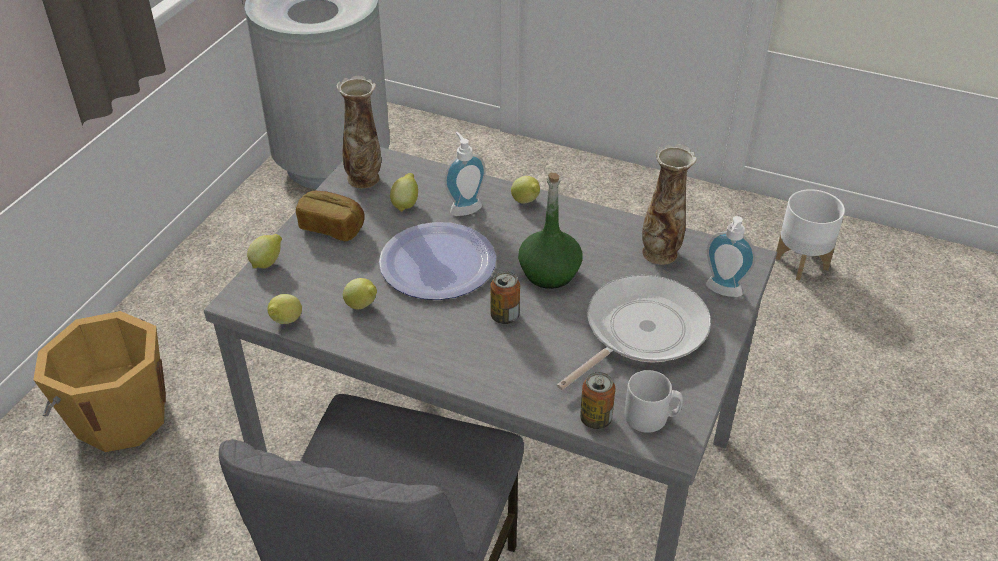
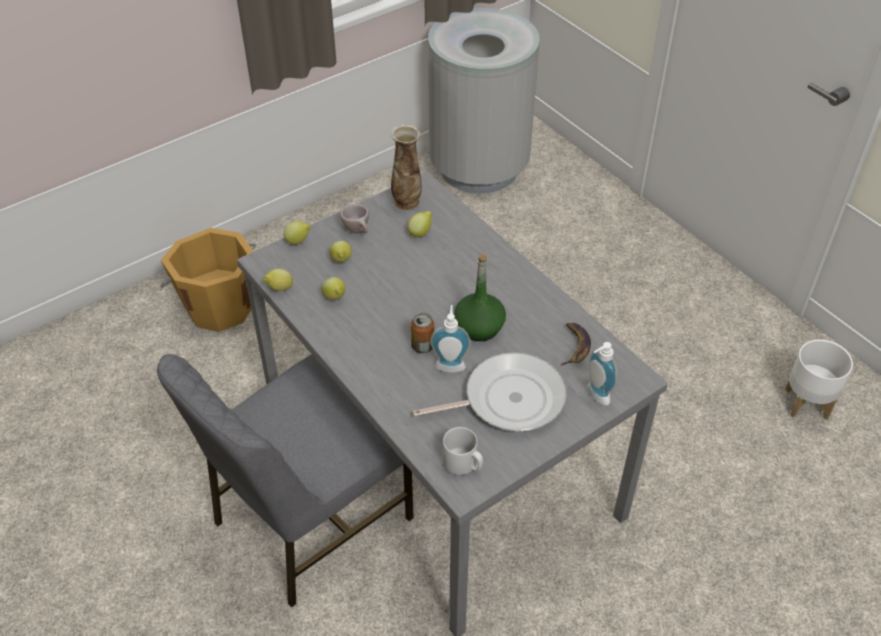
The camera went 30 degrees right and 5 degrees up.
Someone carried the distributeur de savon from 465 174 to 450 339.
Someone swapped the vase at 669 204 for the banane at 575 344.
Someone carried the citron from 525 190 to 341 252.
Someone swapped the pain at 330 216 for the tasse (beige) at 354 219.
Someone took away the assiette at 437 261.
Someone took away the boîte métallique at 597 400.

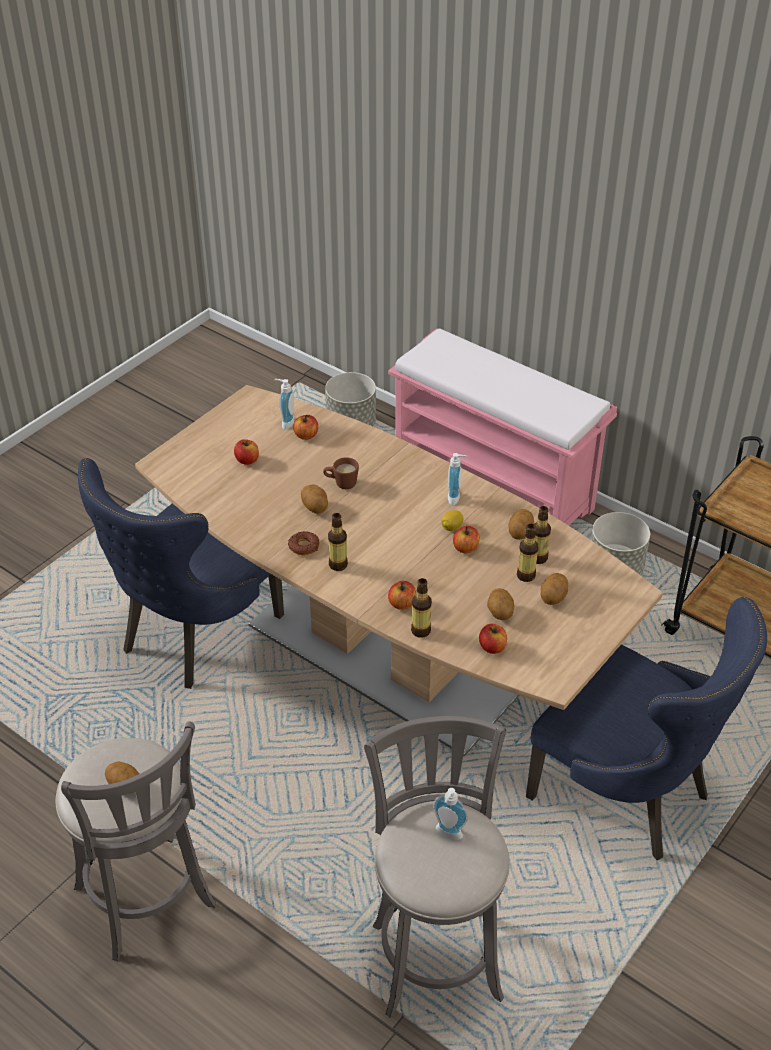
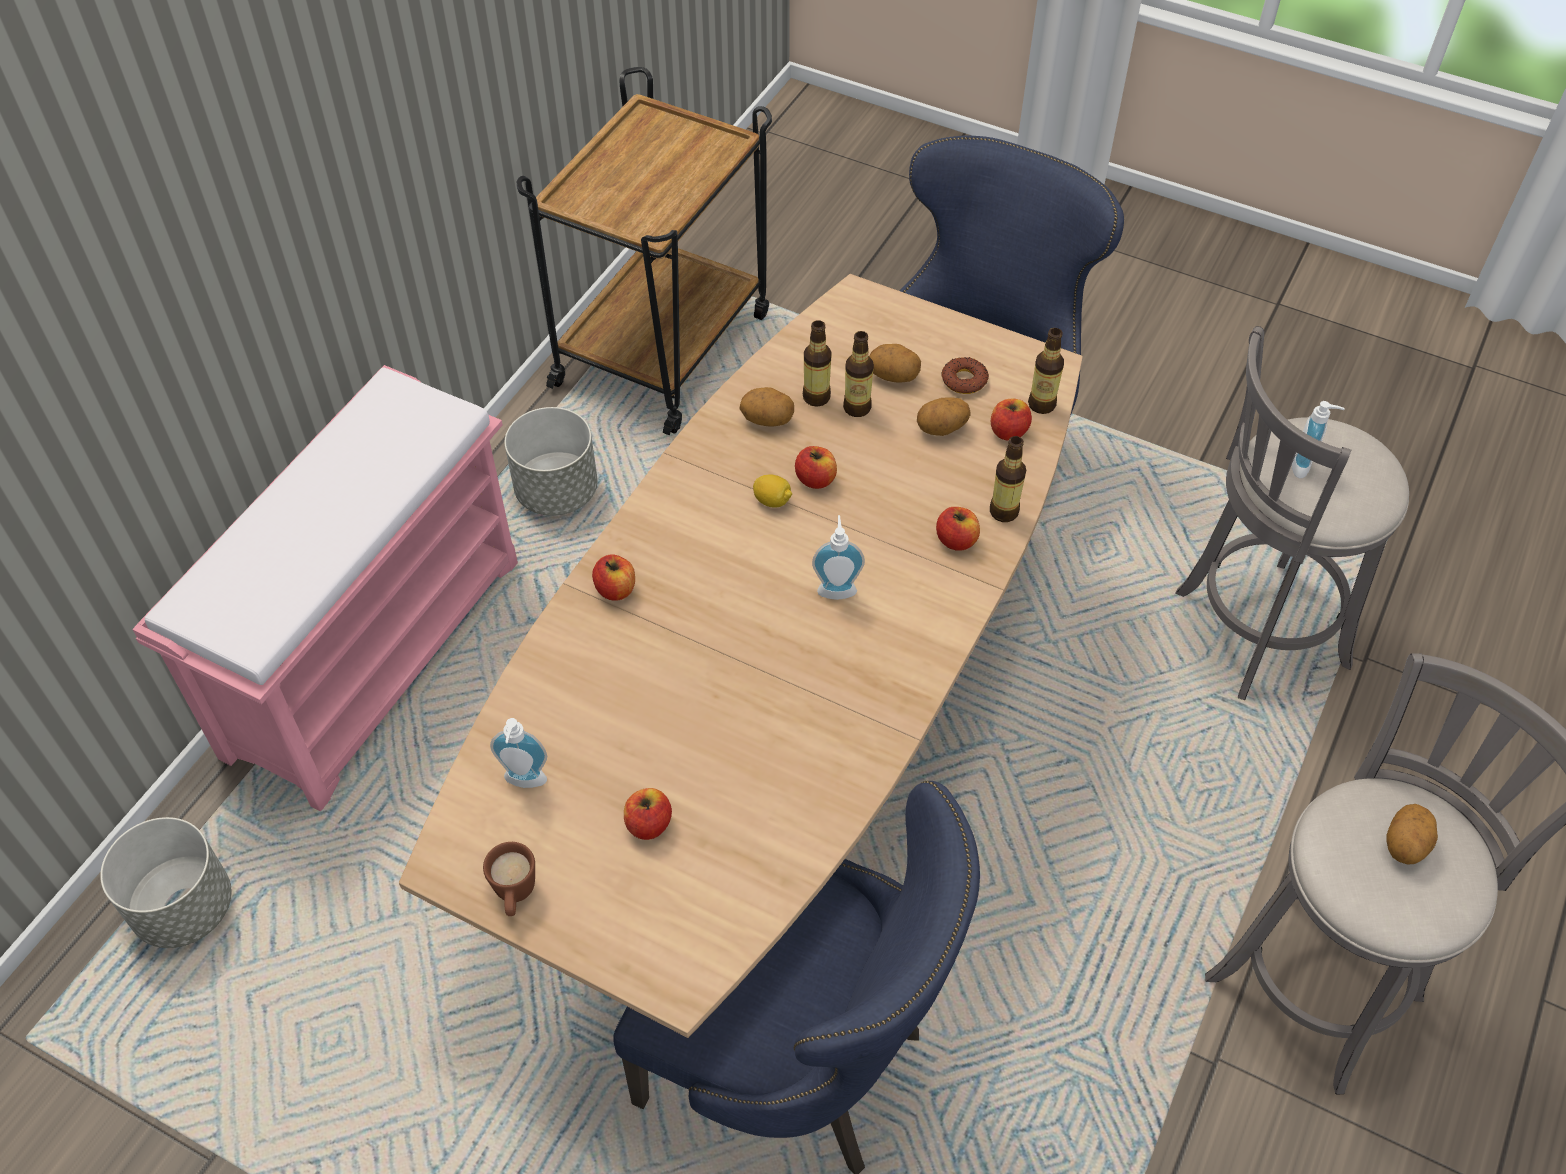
The camera went 100 degrees left and 10 degrees up.
Someone carried the pomme from 305 427 to 613 577.
Someone carried the distributeur de savon from 458 479 to 838 557.
Someone carried the mug (marron) from 341 473 to 509 879.
Someone took away the pomme de terre at 314 499.
Someone carried the bouteille from 338 542 to 1046 371.
Someone carried the beignet from 303 543 to 965 375.

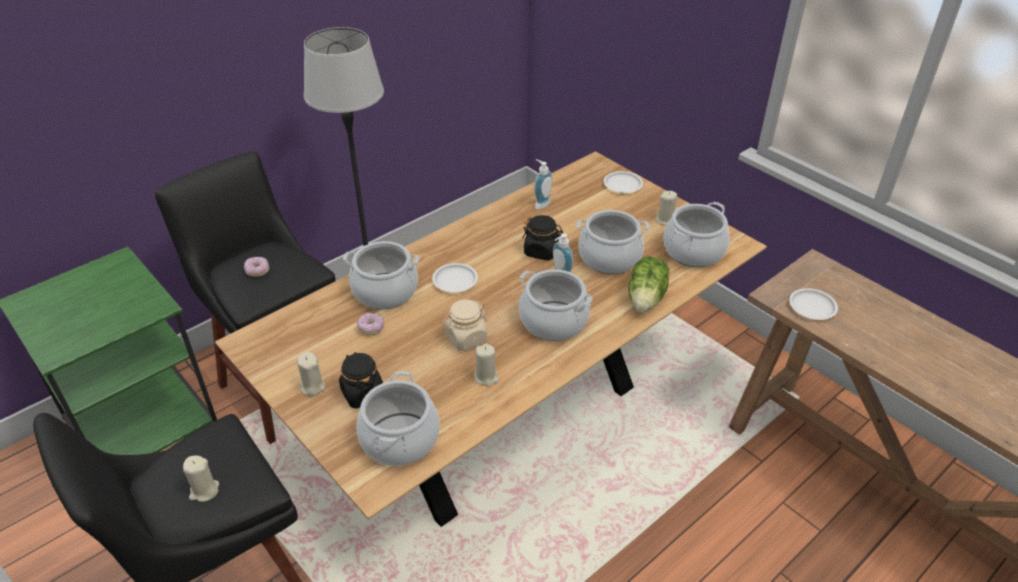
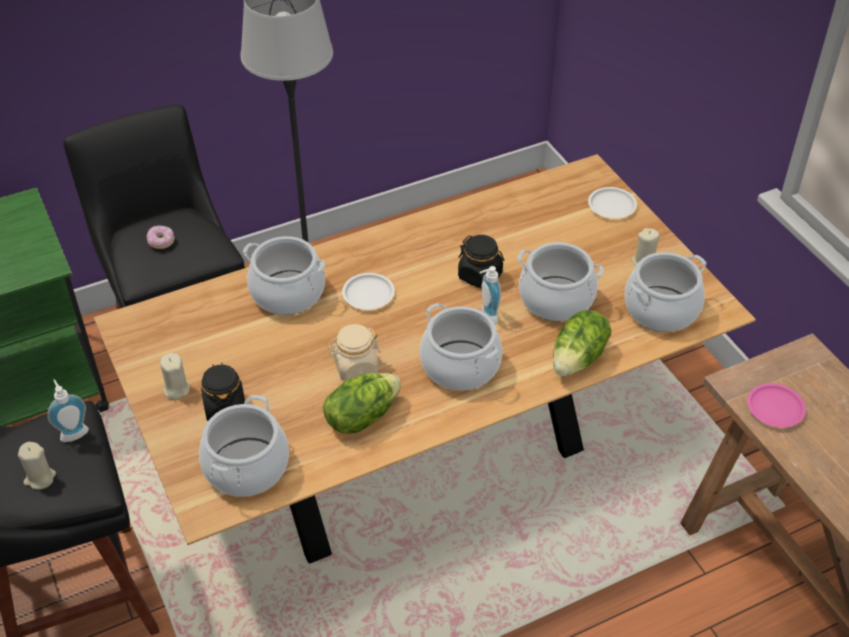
The camera went 15 degrees right and 5 degrees up.
Someone carried the distributeur de savon from 543 184 to 68 410.
Someone repainted the assiette (blanc) at 813 304, which became the assiette (rose) at 776 405.
Someone took away the beignet at 370 324.
Someone swapped the bougie (beige) at 486 365 for the laitue at 362 403.

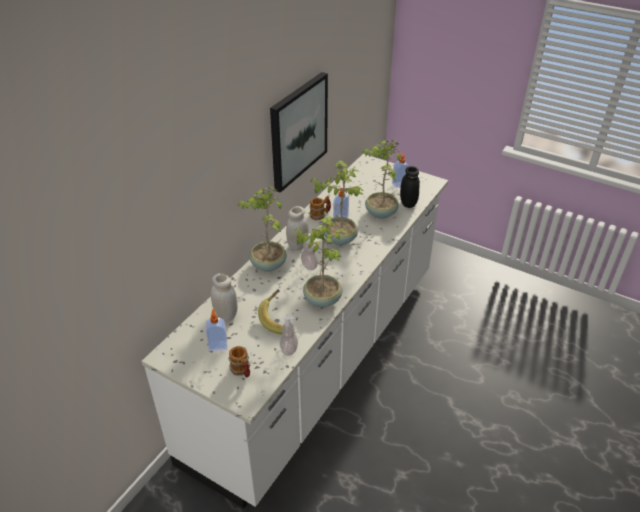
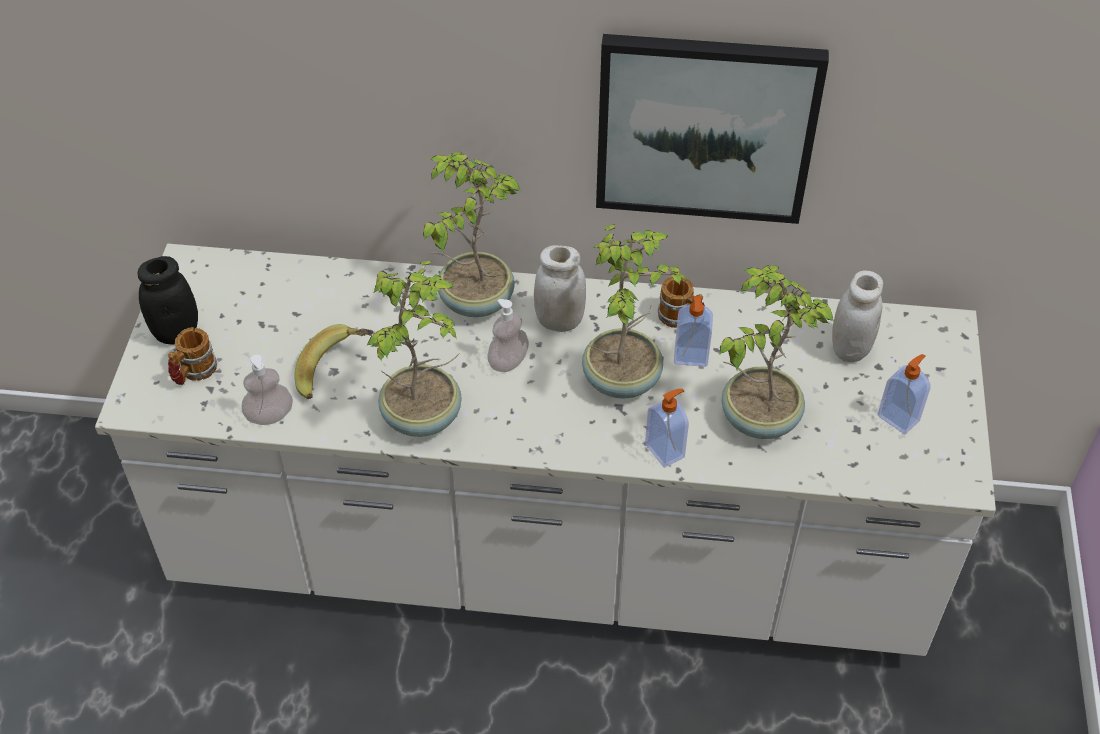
The camera went 65 degrees right and 10 degrees up.
Someone carried the bocal (noir) from 410 187 to 167 300.
Someone carried the bocal (blanc) from 224 297 to 857 316.
Someone carried the distributeur de savon from 216 330 to 667 428.

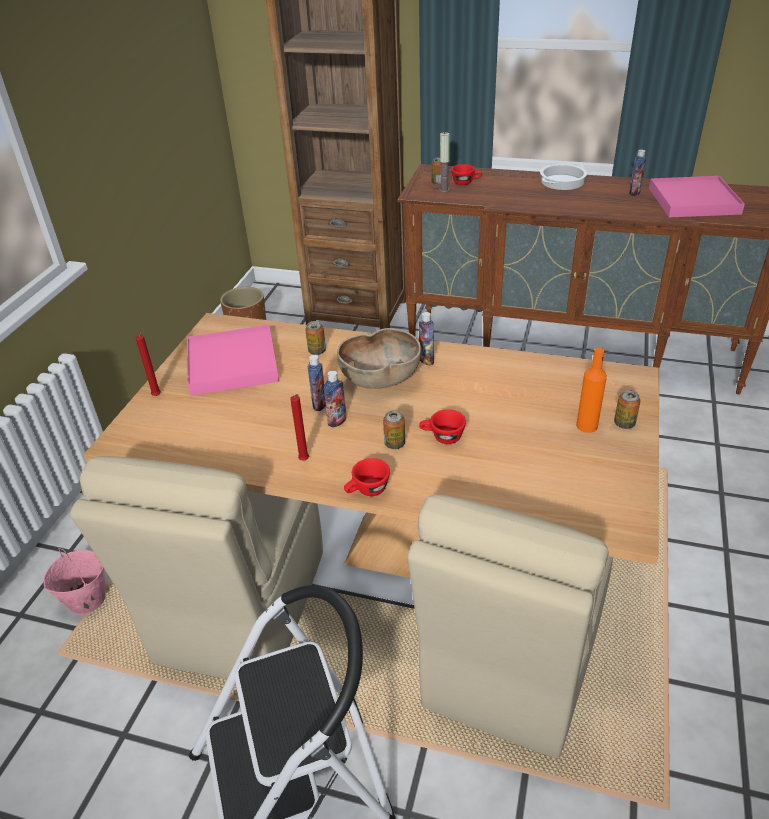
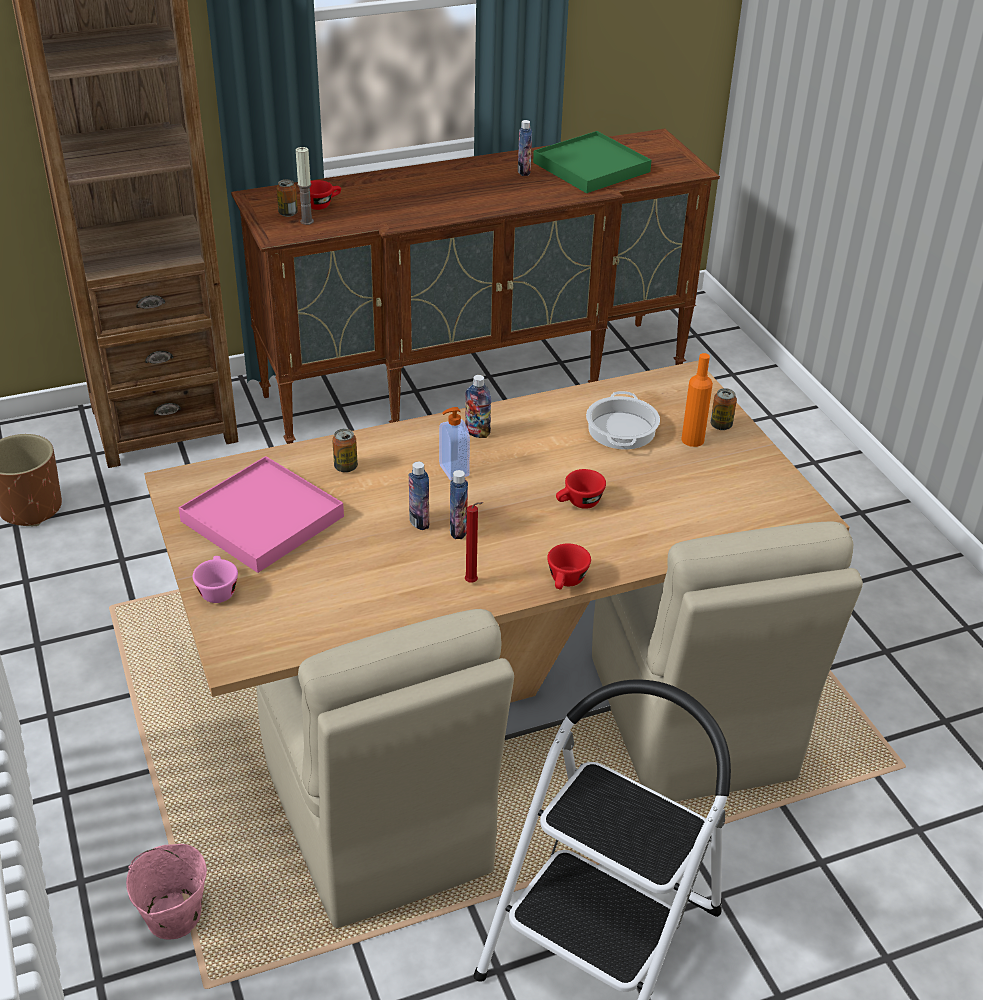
The camera went 40 degrees left and 0 degrees up.
Someone carried the marmite from 563 176 to 623 420.
Someone repainted the plateau (rose) at 697 196, which became the plateau (vert) at 592 162.
Someone swapped the bol (marron) at 379 358 for the distributeur de savon at 454 443.
Someone swapped the bougie (rouge) at 148 363 for the tasse (rose) at 215 579.
Someone took away the boîte métallique at 394 429.

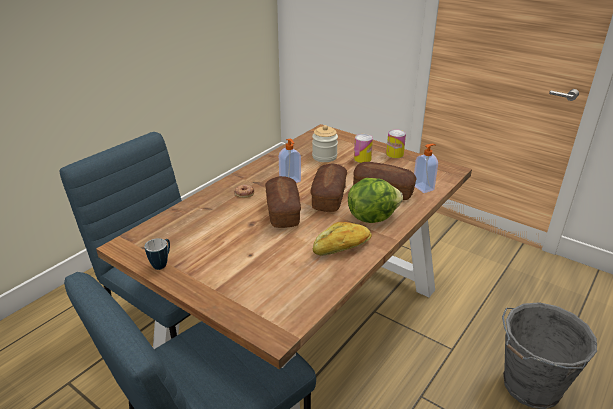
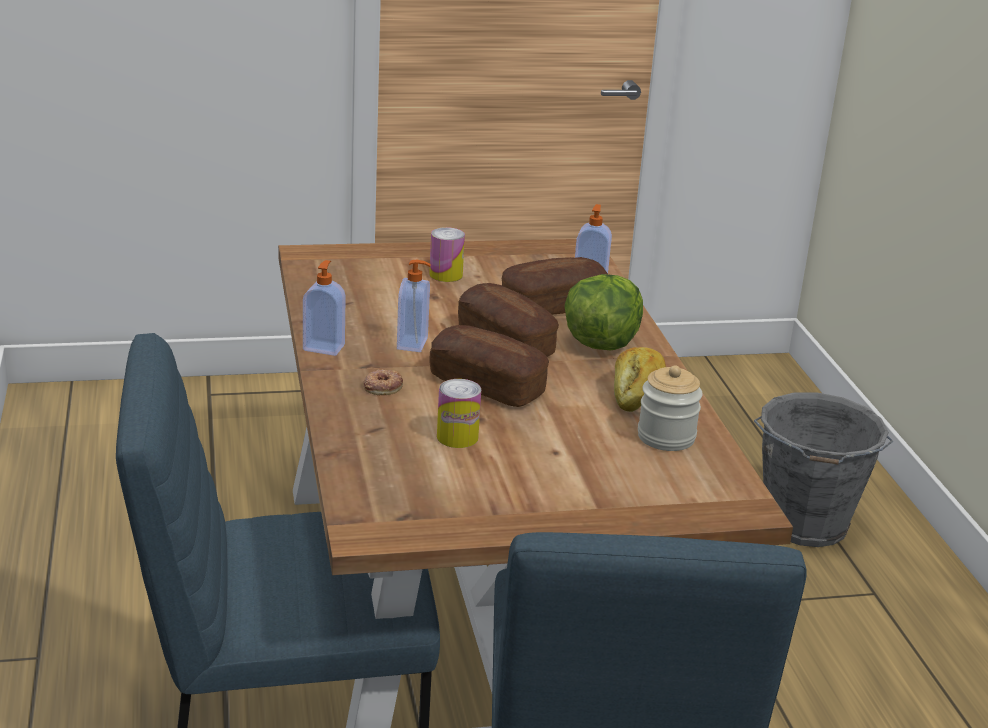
The camera went 50 degrees left and 5 degrees down.
Someone carried the bocal from 325 143 to 670 408.
Someone carried the boîte métallique from 396 143 to 459 413.
Someone took away the mug at 157 254.
Someone put down the distributeur de savon at 324 308.

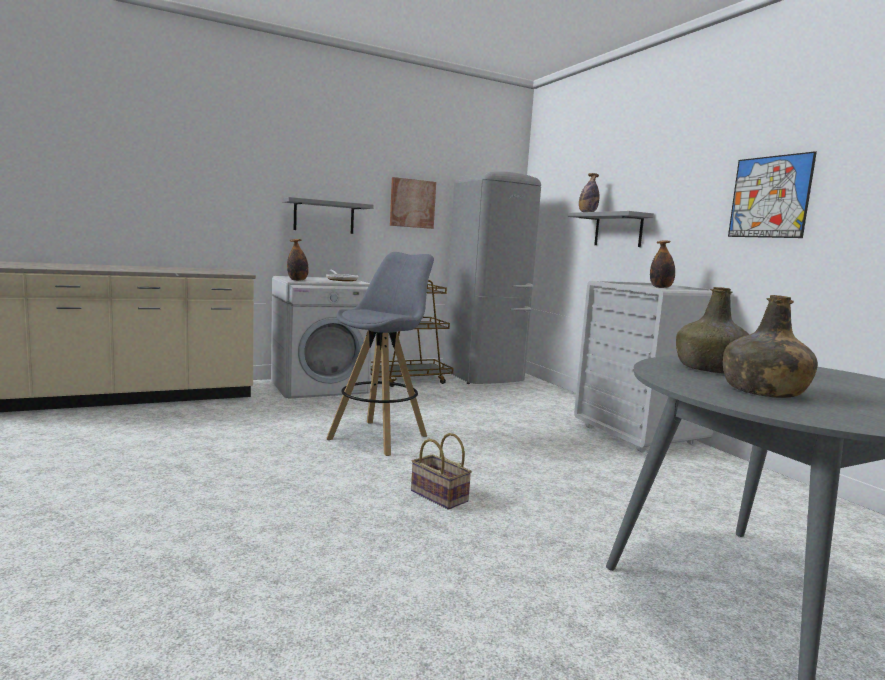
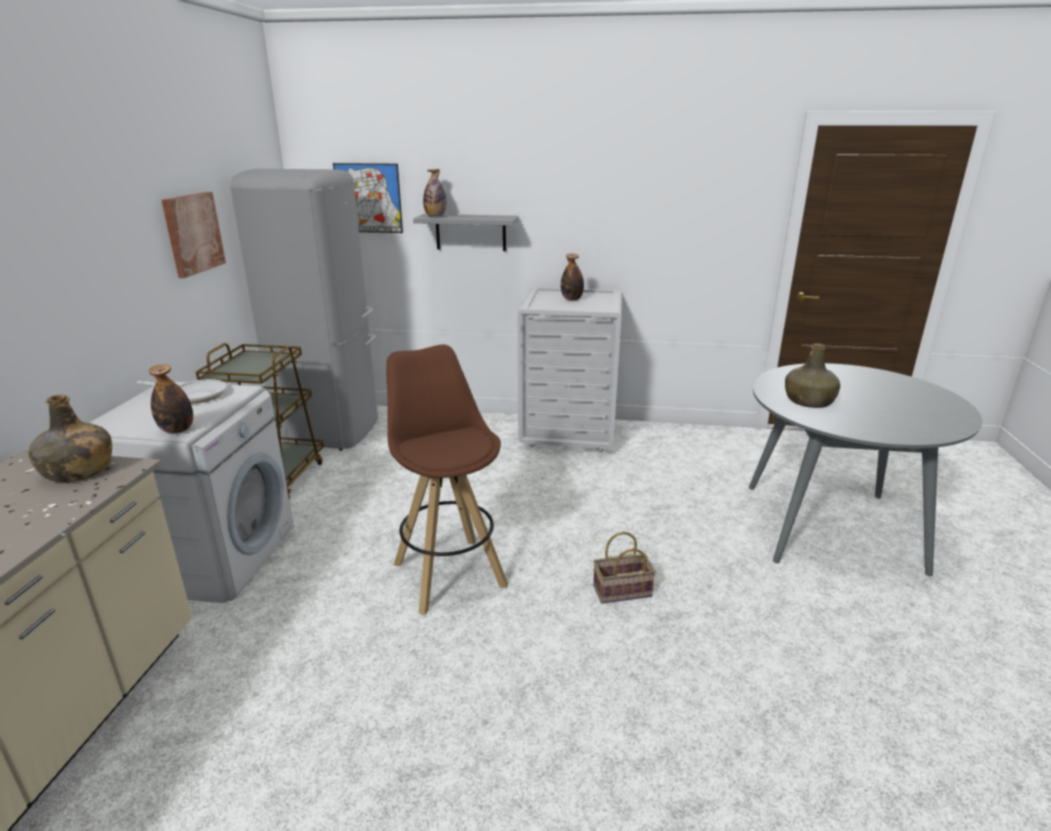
The camera went 55 degrees left and 15 degrees up.
Someone carried the tableau from 772 194 to 368 198.
Someone took away the étagère (gris) at 328 215.
Someone repainted the tabouret (gris) at 380 354, which became the tabouret (marron) at 447 479.
Someone carried the bouteille (vert) from 770 346 to 70 438.

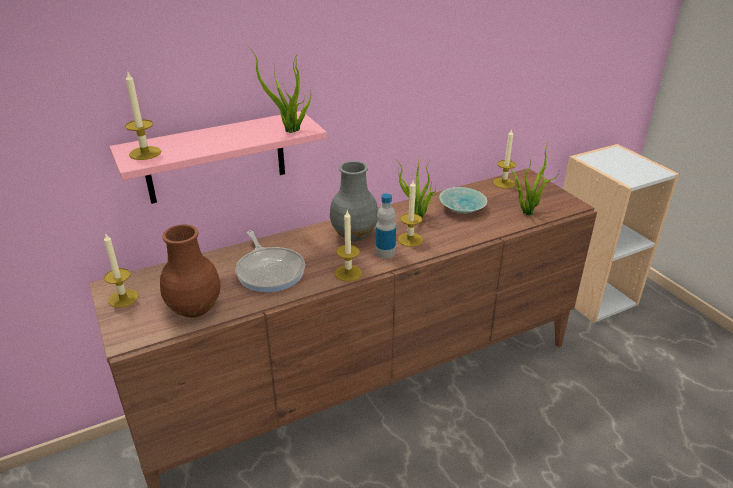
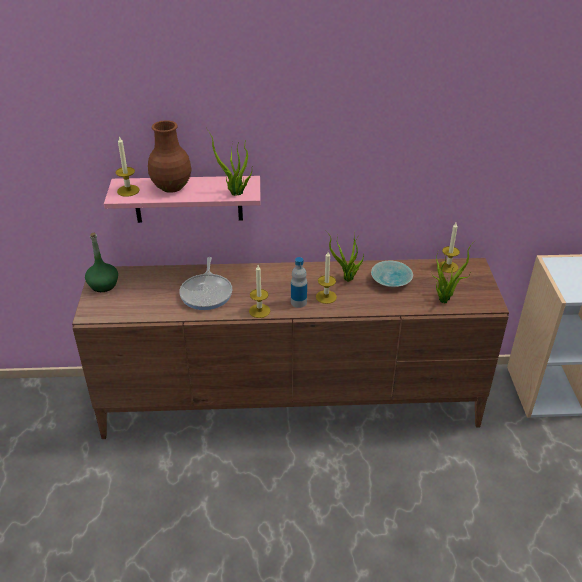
The camera went 25 degrees right and 5 degrees up.
Someone took away the vase (gris) at 354 201.
Someone carried the vase (marron) from 190 271 to 169 156.
Someone swapped the bougie at 121 271 for the bouteille (vert) at 101 262.

